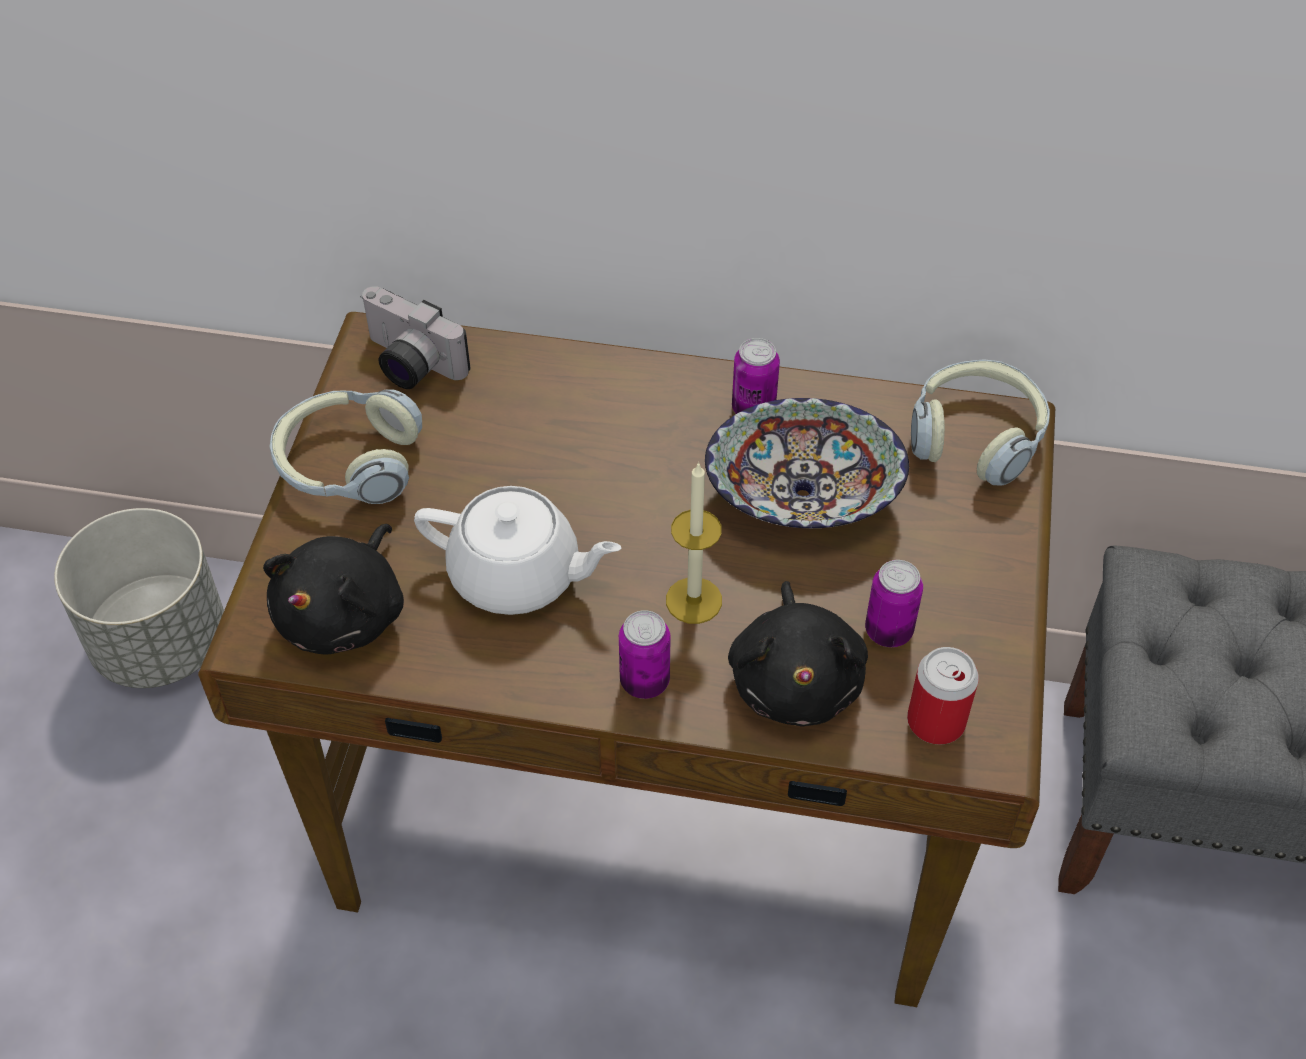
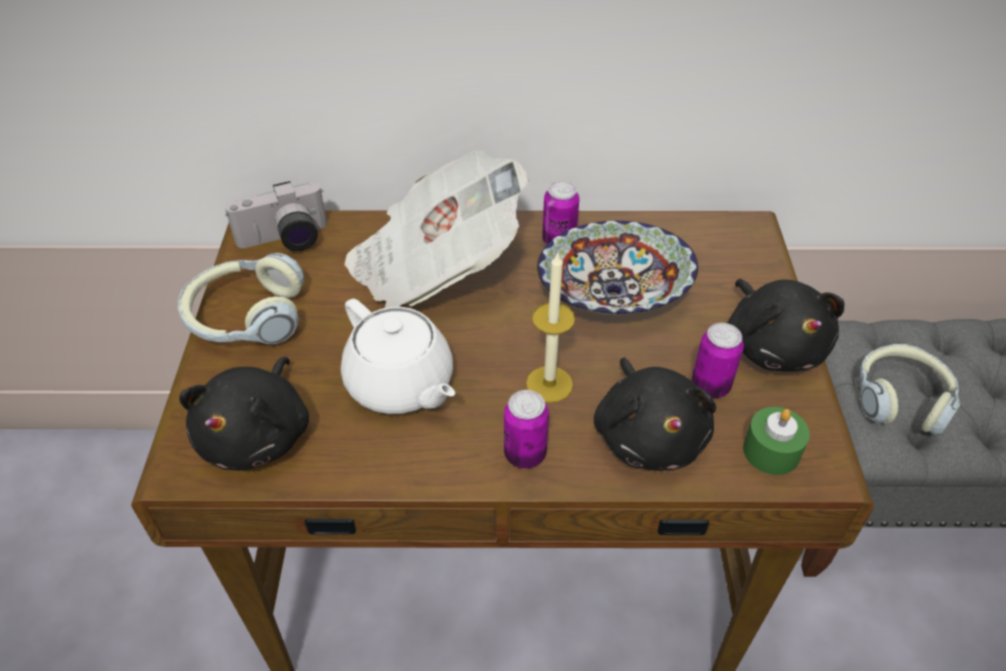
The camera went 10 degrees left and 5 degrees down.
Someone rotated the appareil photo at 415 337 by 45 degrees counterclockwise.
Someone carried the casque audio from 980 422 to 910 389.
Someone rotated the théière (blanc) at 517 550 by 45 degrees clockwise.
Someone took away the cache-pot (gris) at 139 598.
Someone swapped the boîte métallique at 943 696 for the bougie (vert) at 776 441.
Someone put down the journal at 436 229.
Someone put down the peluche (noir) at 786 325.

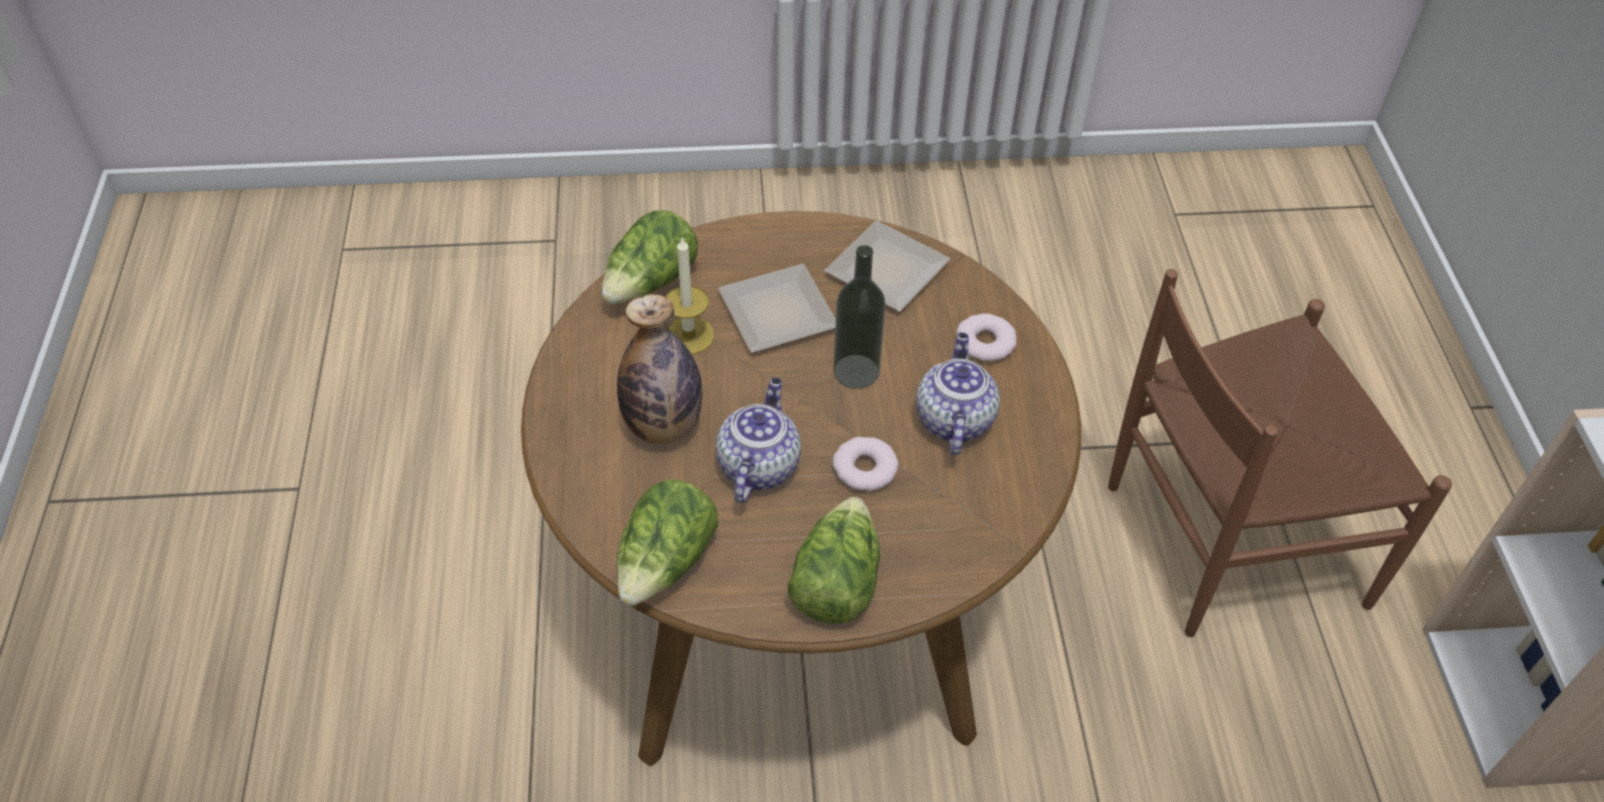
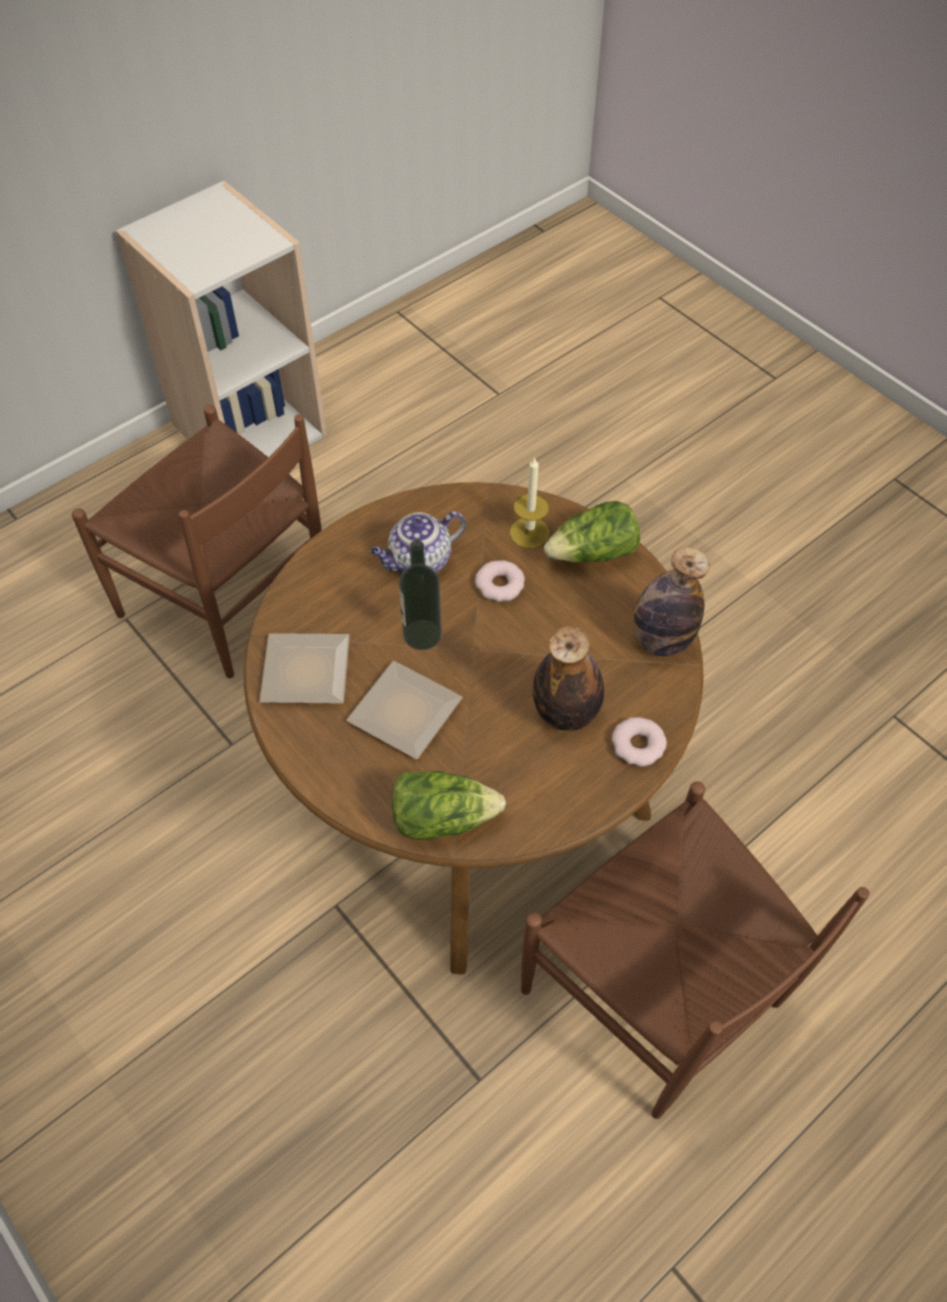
The camera went 125 degrees left and 5 degrees up.
Someone carried the bougie from 690 295 to 530 502.
Someone carried the beignet from 986 337 to 639 742.
Someone took away the théière at 758 440.
Someone swapped the laitue at 667 542 for the bouteille at 671 601.
Someone put down the chaise (marron) at 695 950.

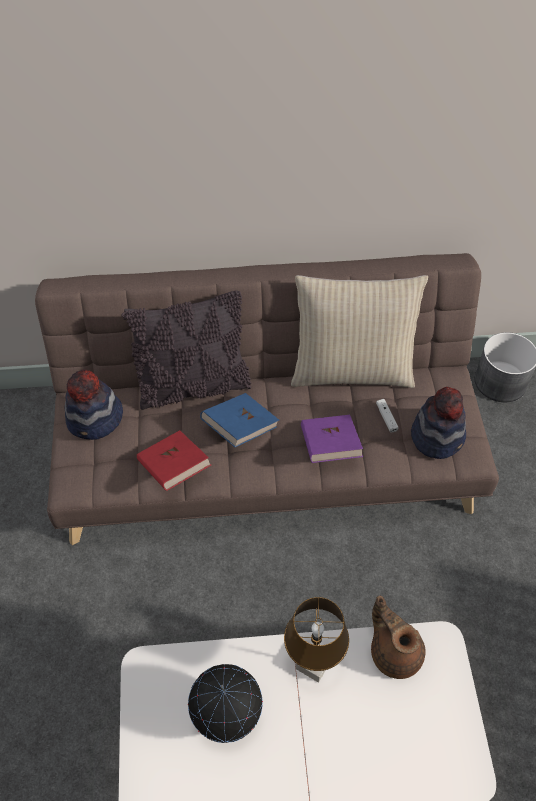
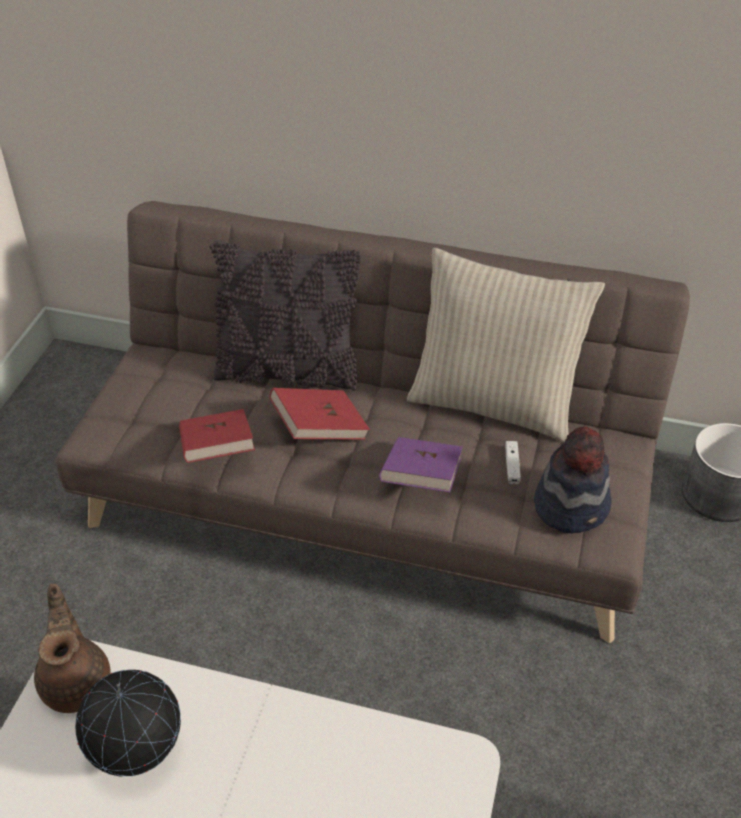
The camera went 20 degrees right and 10 degrees down.
Someone took away the chapeau at 94 404.
Someone repainted the livre (bleu) at 239 420, which became the livre (rouge) at 319 414.
Someone carried the théière (marron) from 398 637 to 72 648.
Someone took away the lampe de table (marron) at 316 640.

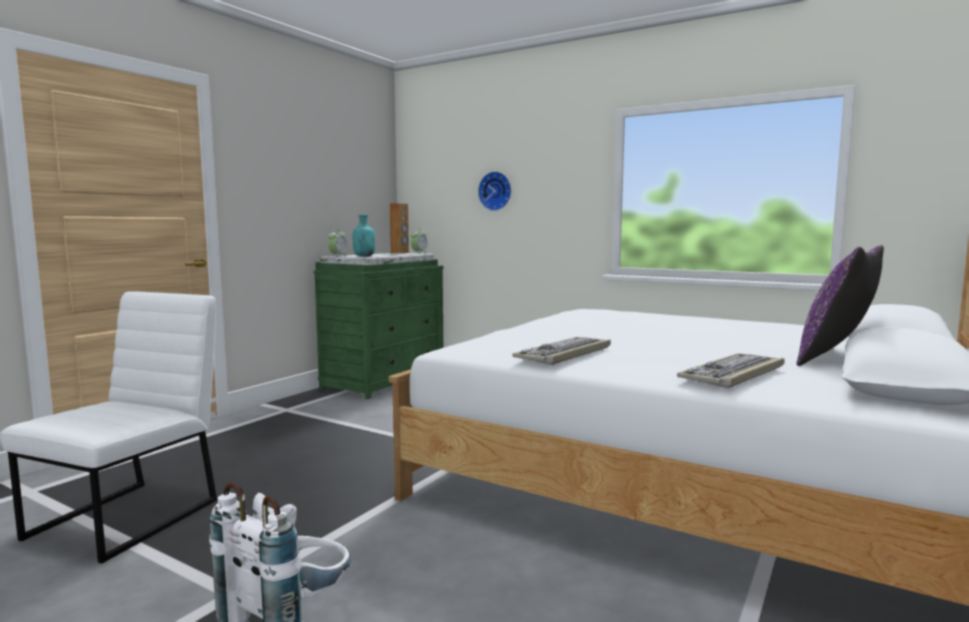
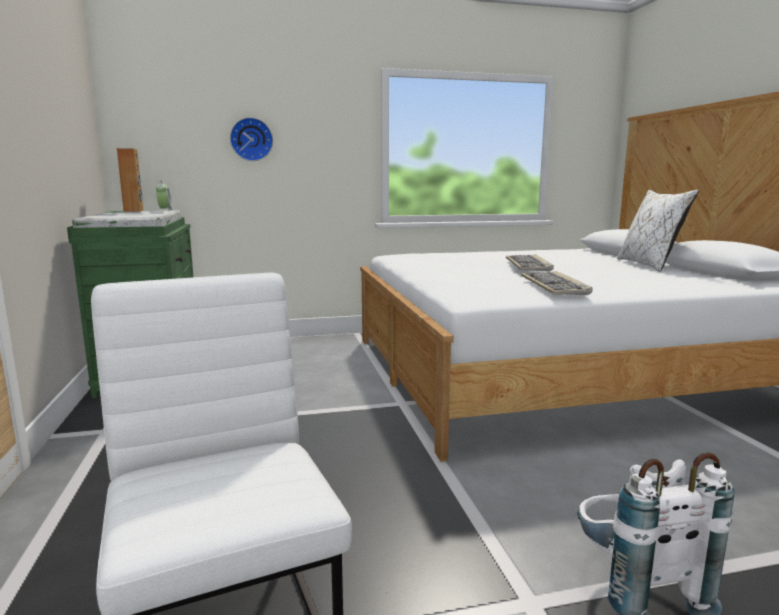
The camera went 45 degrees left and 5 degrees up.
Someone took away the bouteille (turquoise) at 364 236.
Someone took away the réveil at 337 243.
Someone repainted the coussin (violet) at 840 305, which became the coussin (blanc) at 658 231.
Someone carried the clavier from 731 370 to 530 262.

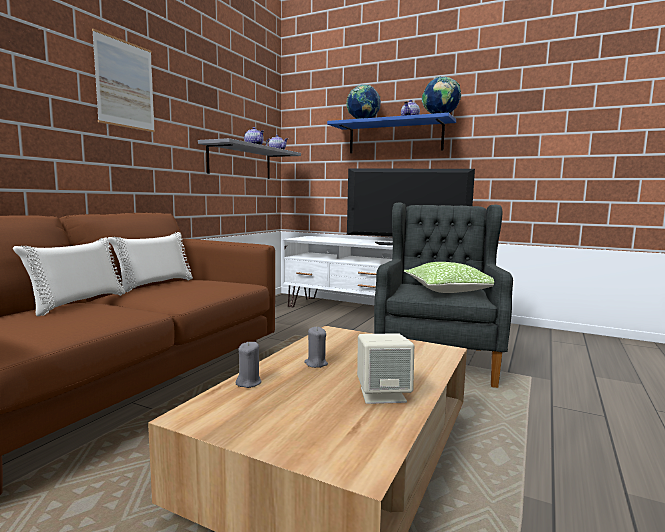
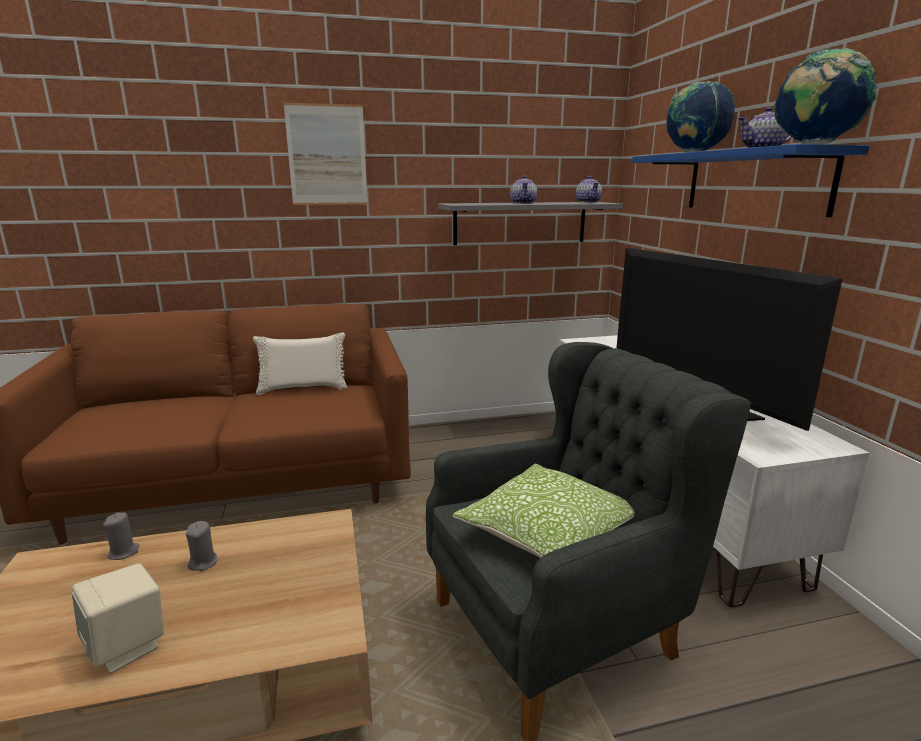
The camera went 50 degrees right and 10 degrees up.
Someone took away the coussin (blanc) at 69 277.

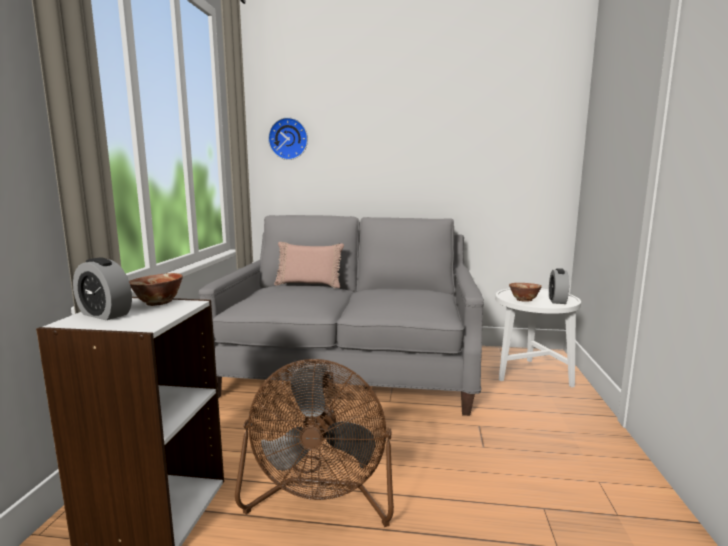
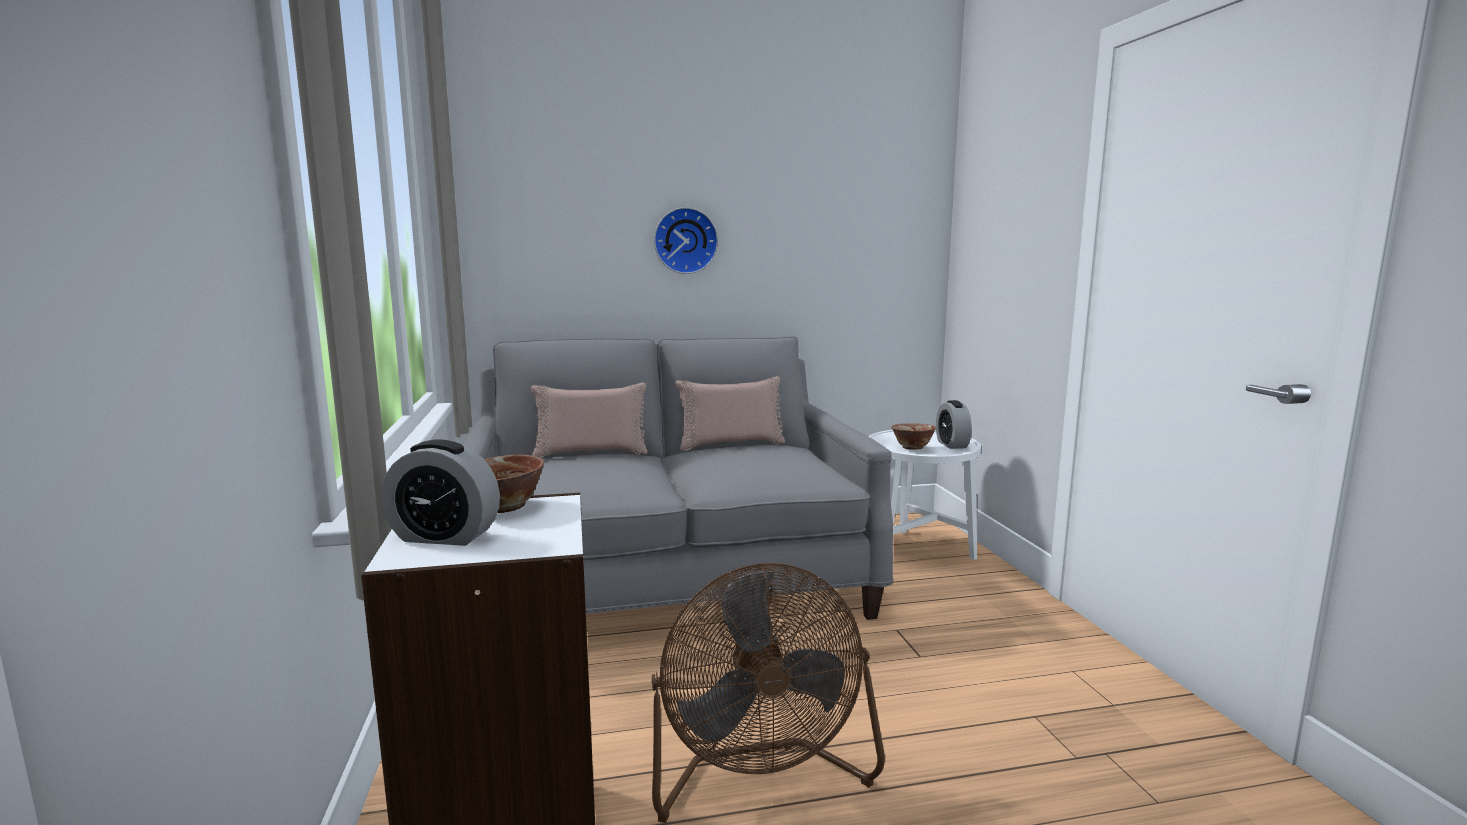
The camera went 20 degrees left and 0 degrees up.
Someone carried the horloge murale from 288 138 to 686 240.
Someone put down the coussin (beige) at 730 413.

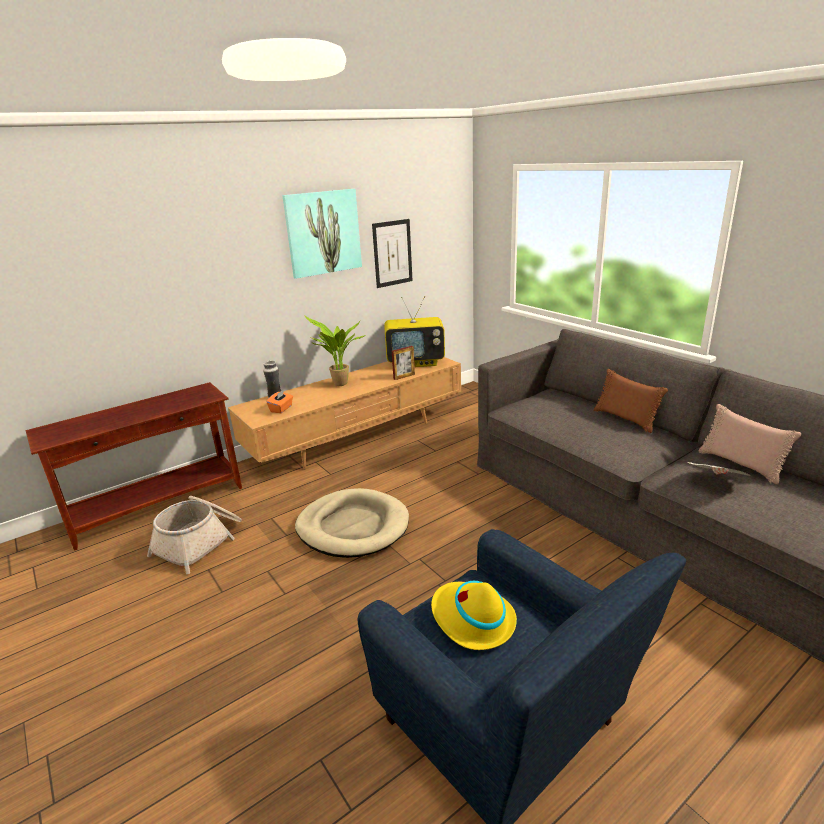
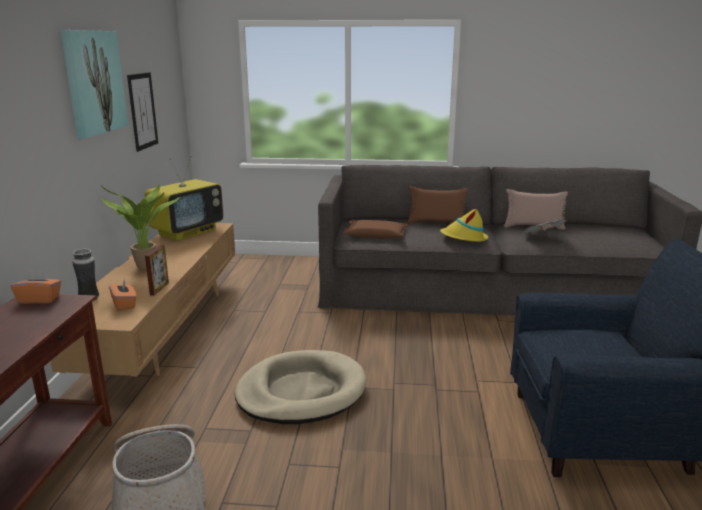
The camera went 50 degrees left and 5 degrees down.
Someone carried the cadre photo from 403 363 to 157 270.
Someone carried the chapeau (jaune) from 474 615 to 464 225.
Someone put down the coussin (marron) at 375 229.
Someone put down the boîte à mouchoirs (orange) at 35 287.

